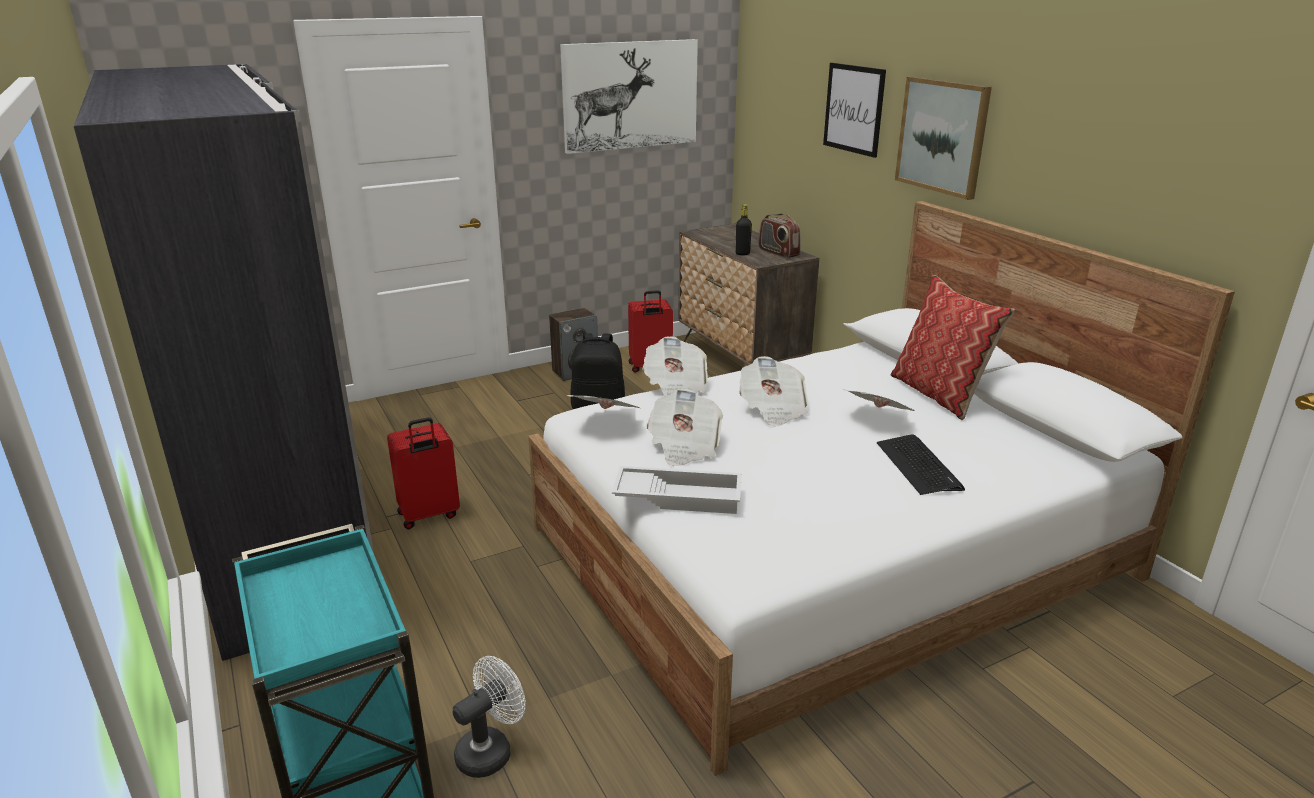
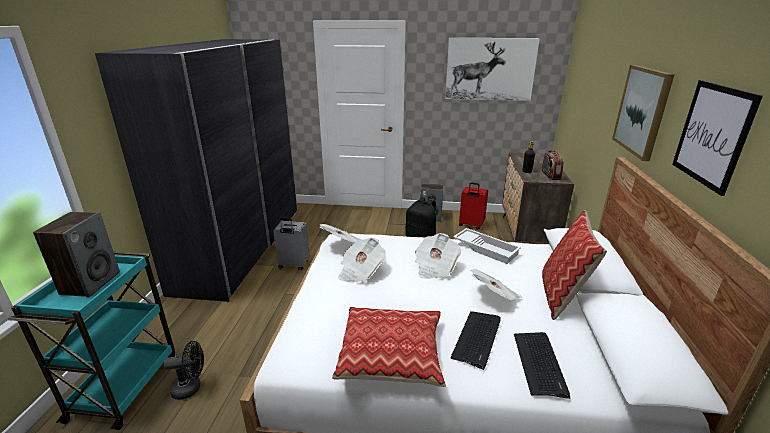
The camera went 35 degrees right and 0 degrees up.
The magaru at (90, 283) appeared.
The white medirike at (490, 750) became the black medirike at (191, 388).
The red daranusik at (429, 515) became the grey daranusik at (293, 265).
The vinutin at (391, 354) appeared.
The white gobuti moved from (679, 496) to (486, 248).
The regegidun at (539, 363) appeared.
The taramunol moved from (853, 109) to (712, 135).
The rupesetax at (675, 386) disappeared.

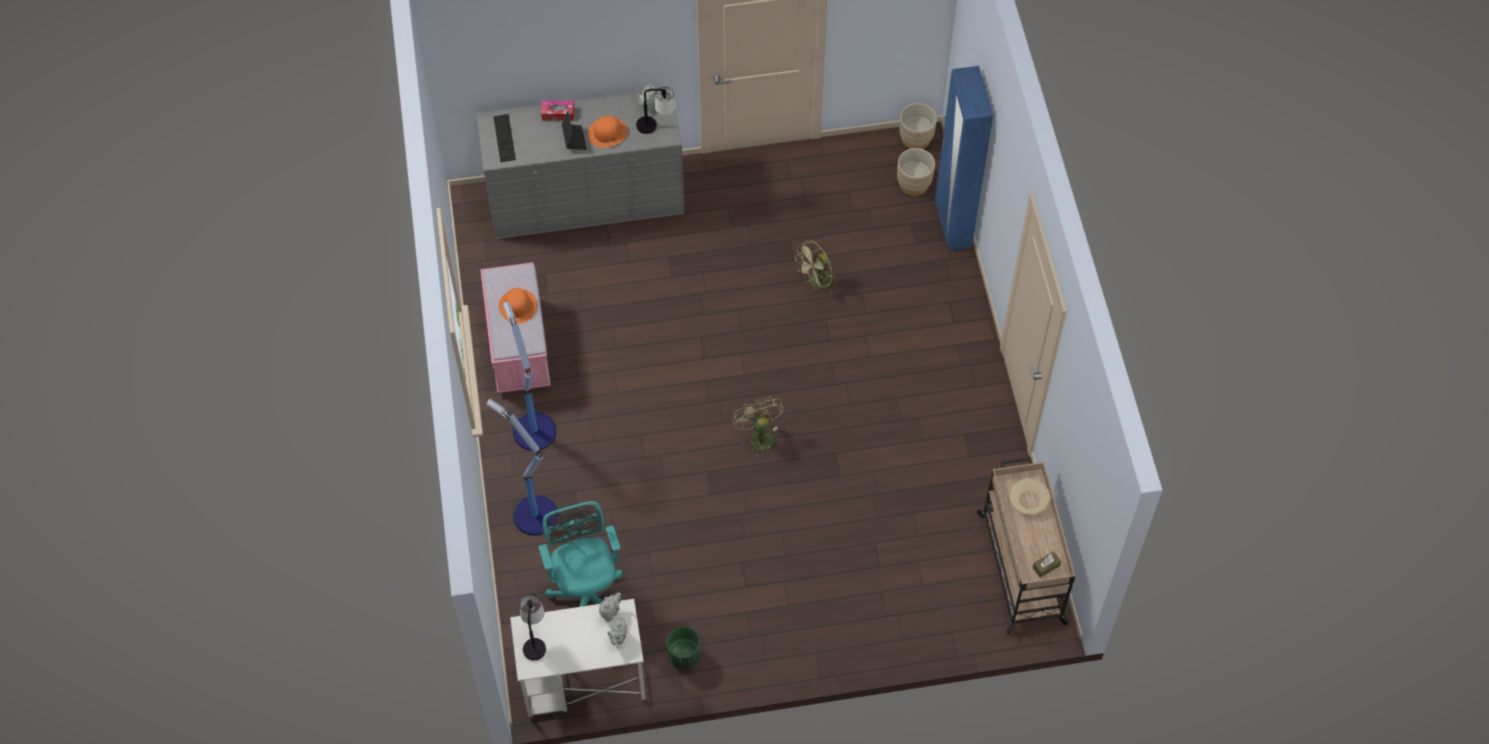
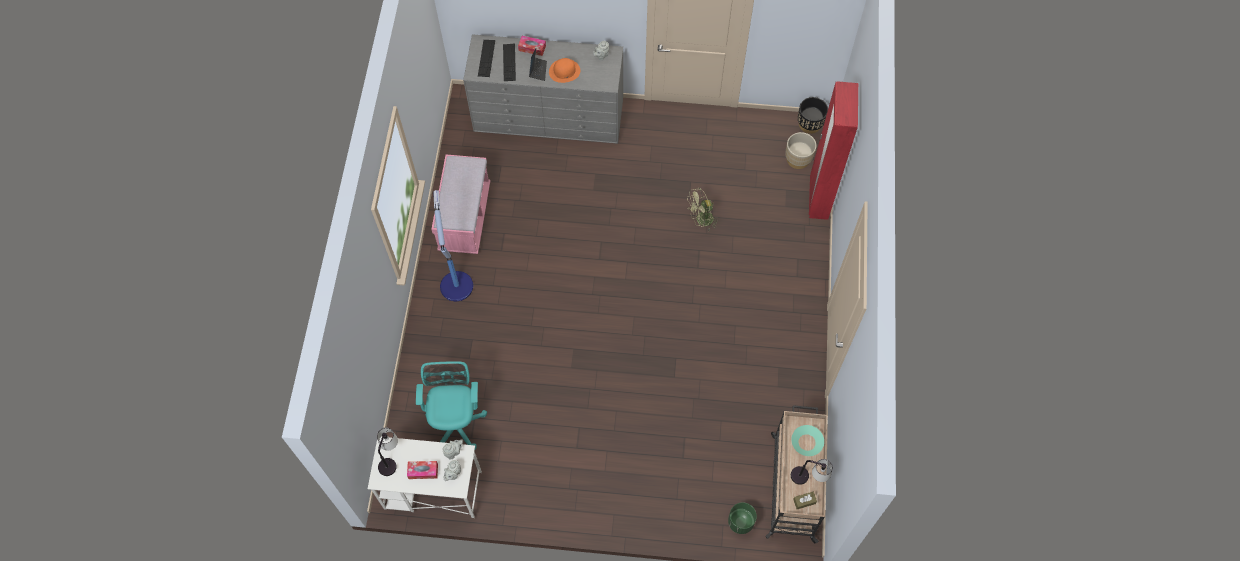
The camera went 15 degrees right and 5 degrees up.
The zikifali at (423, 471) appeared.
The regegidun at (509, 62) appeared.
The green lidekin moved from (683, 655) to (740, 522).
The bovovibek moved from (656, 126) to (808, 478).
The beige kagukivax at (1029, 499) became the turquoise kagukivax at (807, 442).
The beige lidekin at (916, 138) became the black lidekin at (810, 124).
The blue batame at (952, 225) became the red batame at (818, 198).
The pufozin at (533, 514) disappeared.
The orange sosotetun at (518, 306) disappeared.
The green medirike at (758, 436) disappeared.

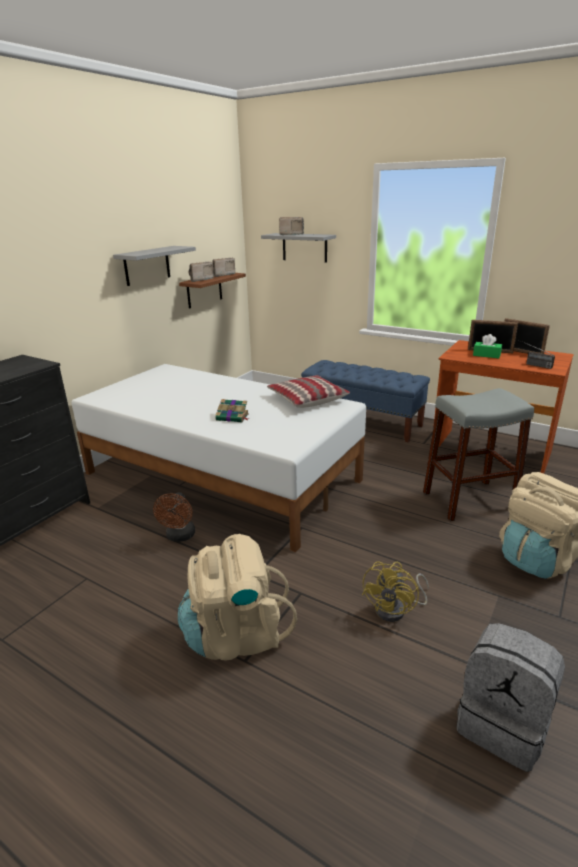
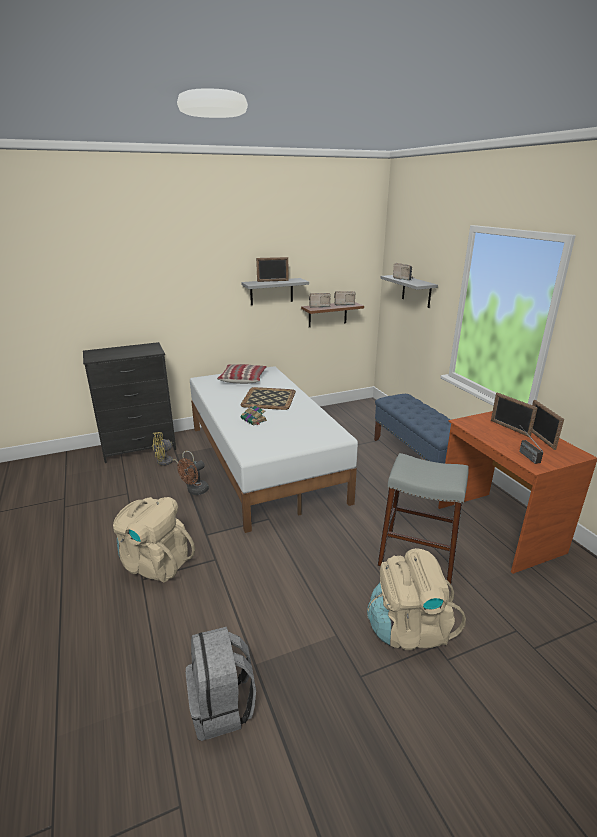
The camera went 35 degrees right and 0 degrees up.
The yellow medirike moved from (396, 609) to (168, 462).
The vinutin moved from (307, 399) to (243, 379).
The gobuti at (269, 399) appeared.
The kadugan at (272, 281) appeared.
The green zikifali at (486, 355) disappeared.

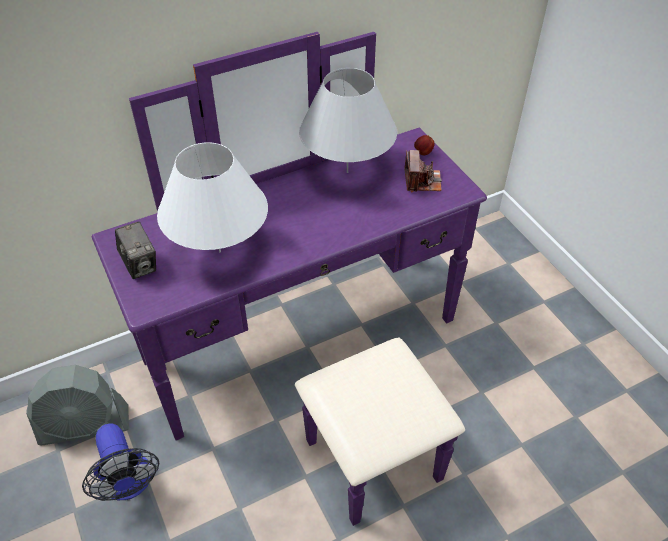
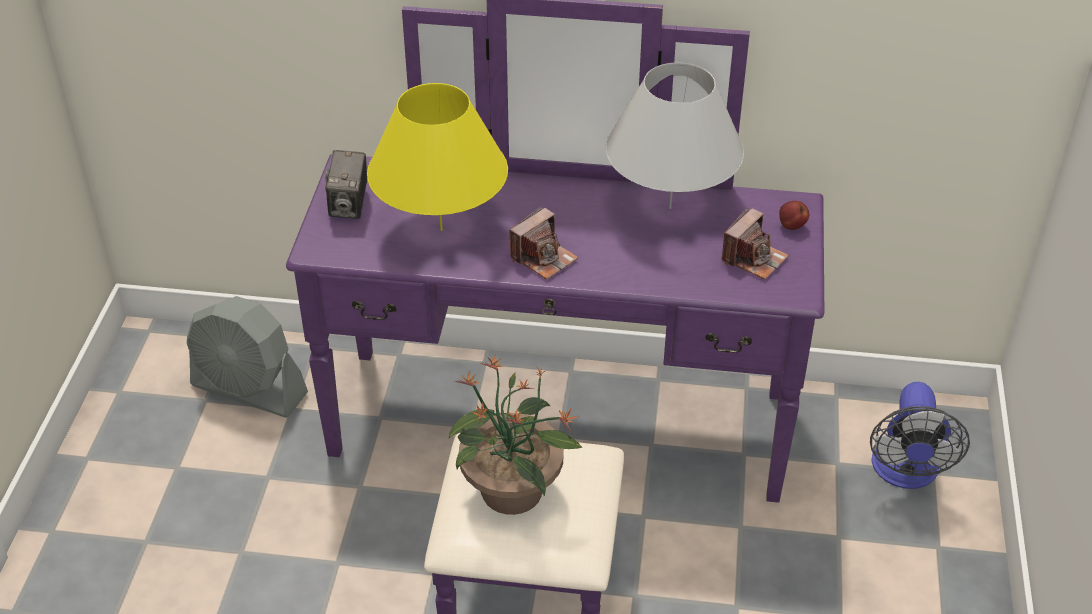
The camera went 35 degrees right and 5 degrees down.
The white bovovibek at (220, 252) became the yellow bovovibek at (441, 230).
The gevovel at (512, 492) appeared.
The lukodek at (543, 258) appeared.
The medirike moved from (129, 484) to (905, 473).

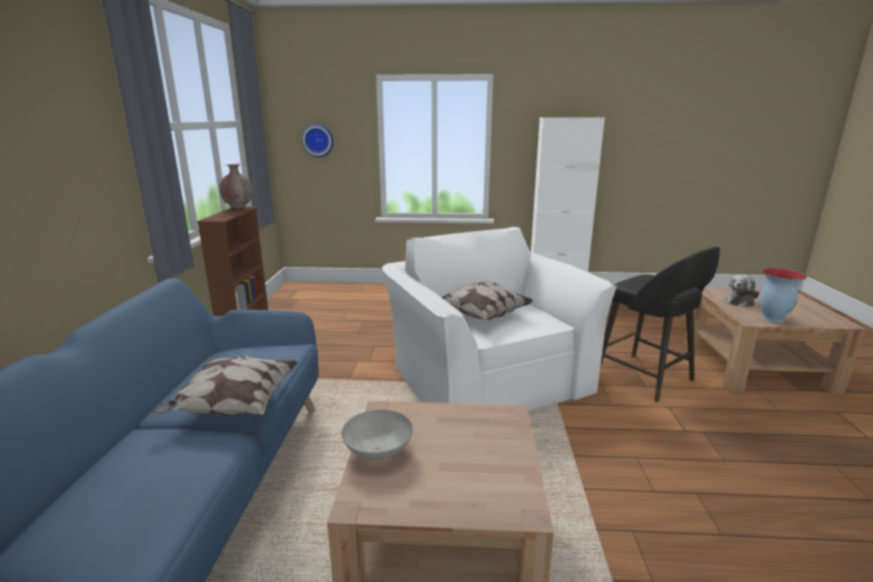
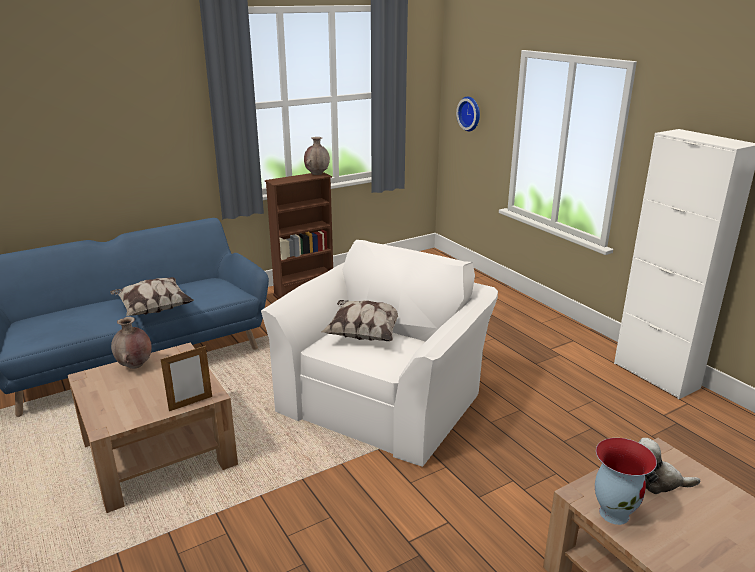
The camera went 55 degrees right and 5 degrees up.
The grey kagukivax at (379, 452) was replaced by the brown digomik at (135, 366).
The kadugan at (190, 403) appeared.
The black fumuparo at (646, 378) disappeared.

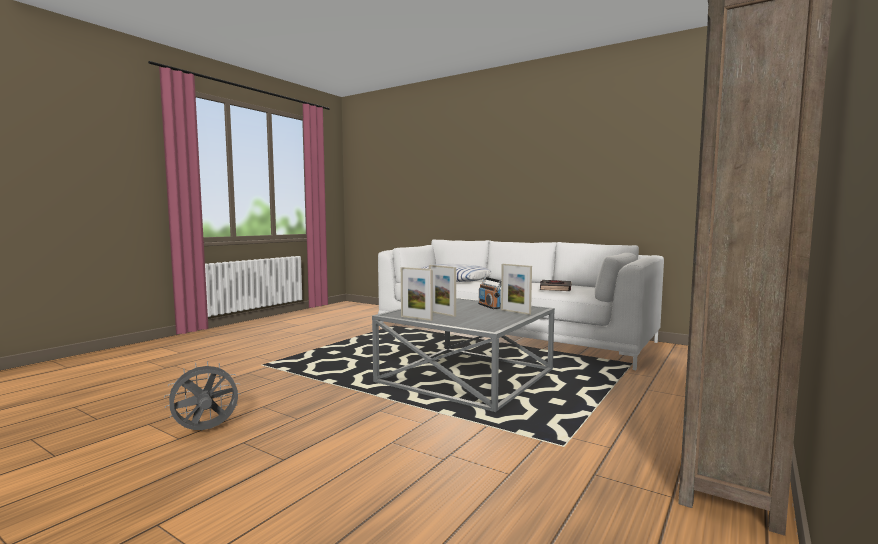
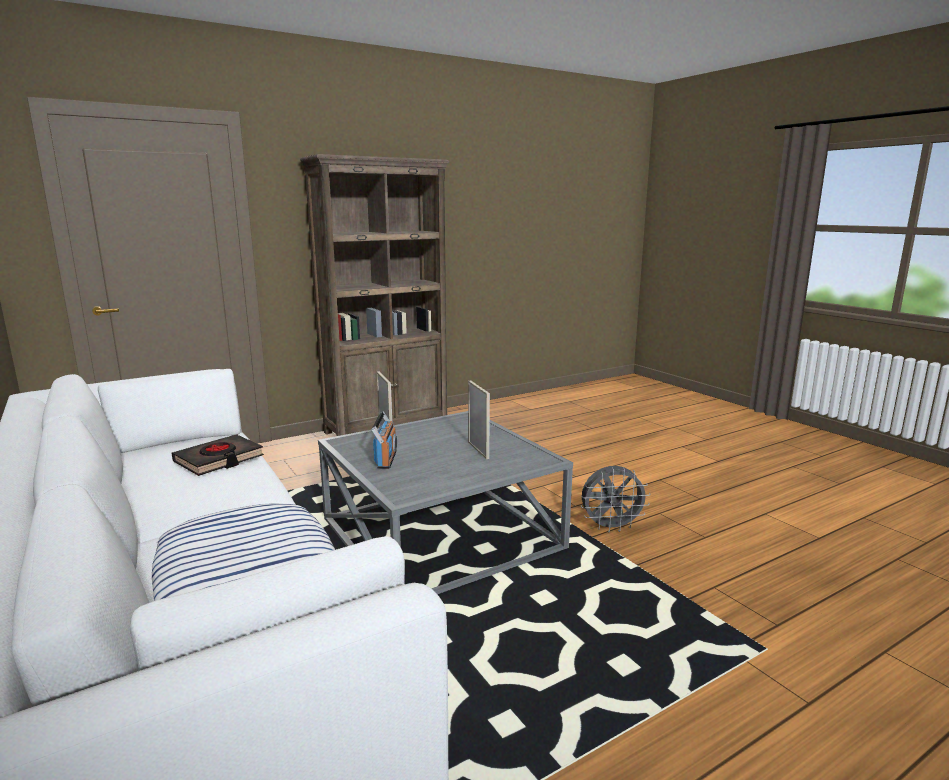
The camera went 155 degrees left and 10 degrees up.
The grey medirike moved from (205, 431) to (611, 527).
The kadugan at (416, 318) disappeared.

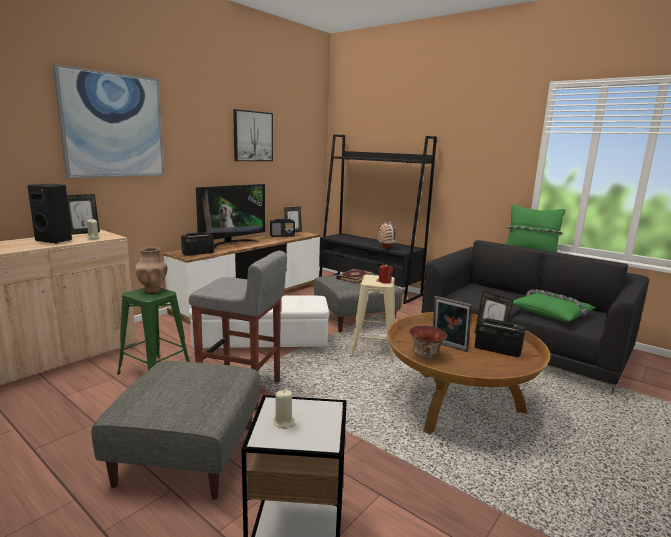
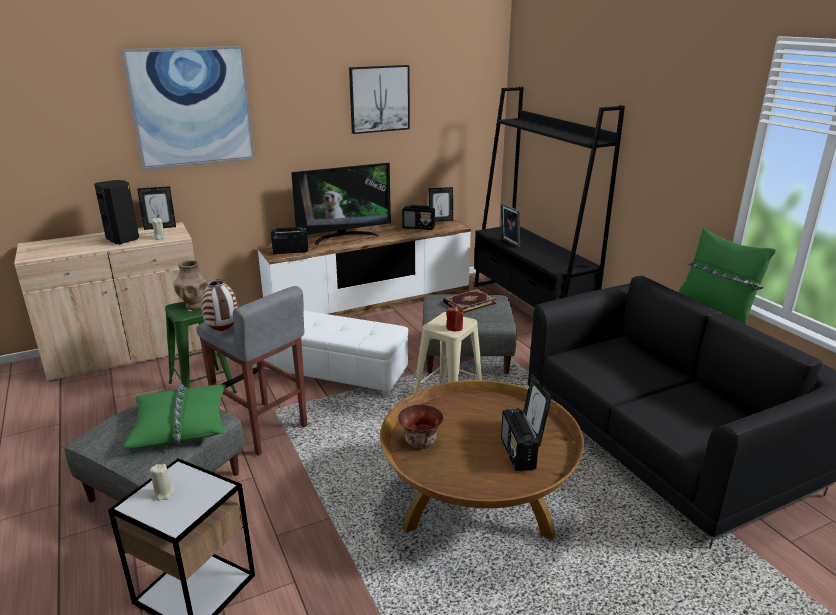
The camera went 25 degrees right and 10 degrees up.
The green vinutin moved from (551, 313) to (180, 425).
The digomik moved from (386, 248) to (223, 331).
The kadugan moved from (448, 346) to (509, 243).
The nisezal at (497, 350) turned 150 degrees counterclockwise.

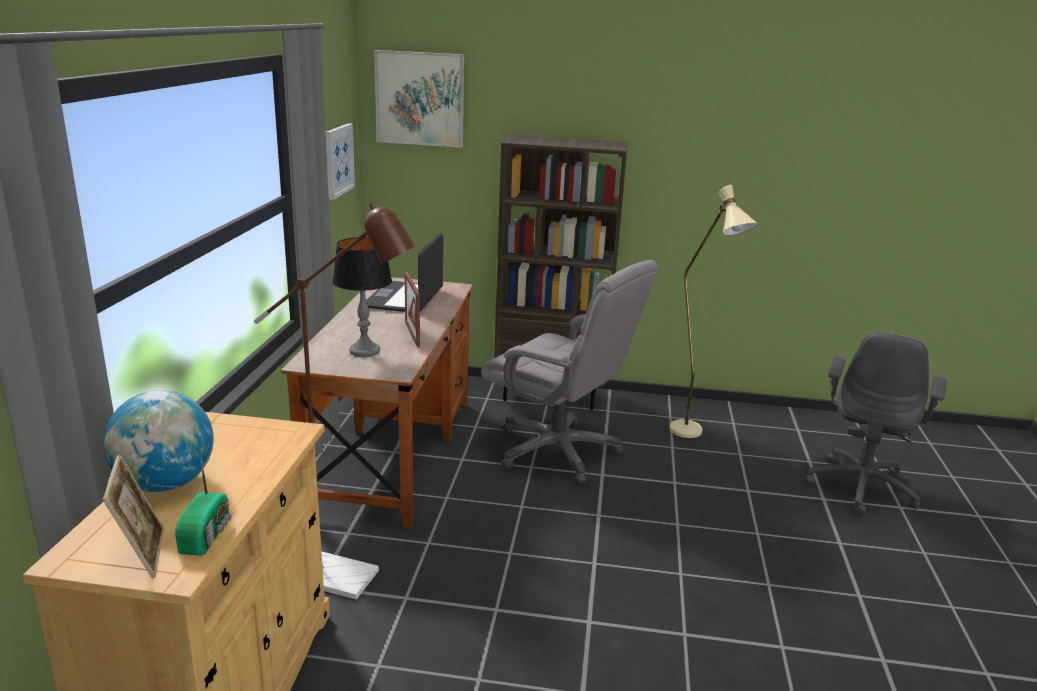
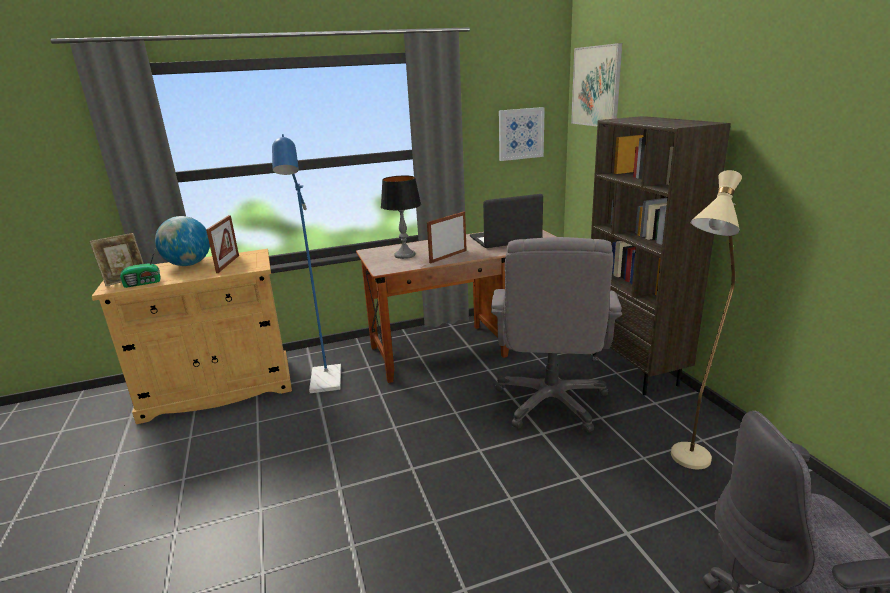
The camera went 65 degrees right and 0 degrees up.
The kadugan at (228, 264) appeared.
The brown pufozin at (349, 579) became the blue pufozin at (326, 384).

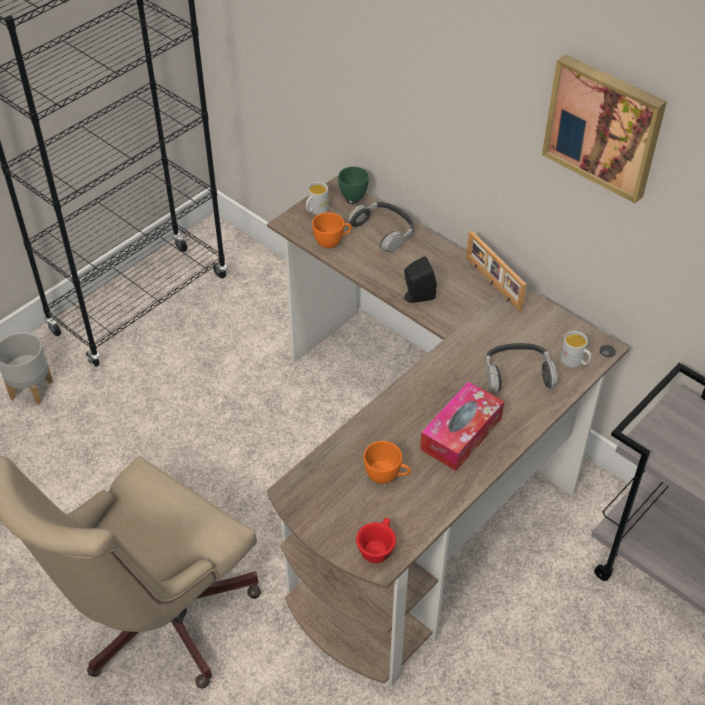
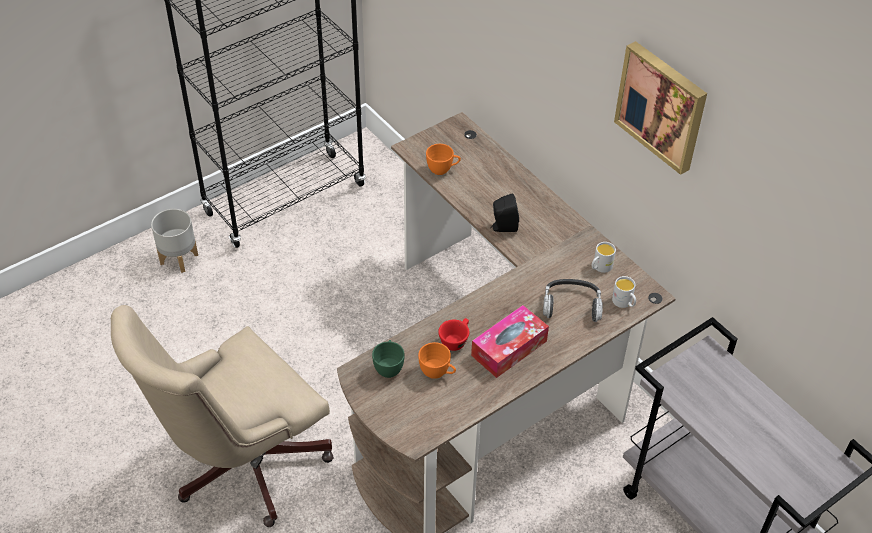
The camera went 10 degrees right and 0 degrees up.
The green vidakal moved from (352, 193) to (389, 367).
The red vidakal moved from (377, 547) to (455, 340).
The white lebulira moved from (315, 210) to (600, 267).
The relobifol at (384, 231) disappeared.
The kadugan at (492, 284) disappeared.

